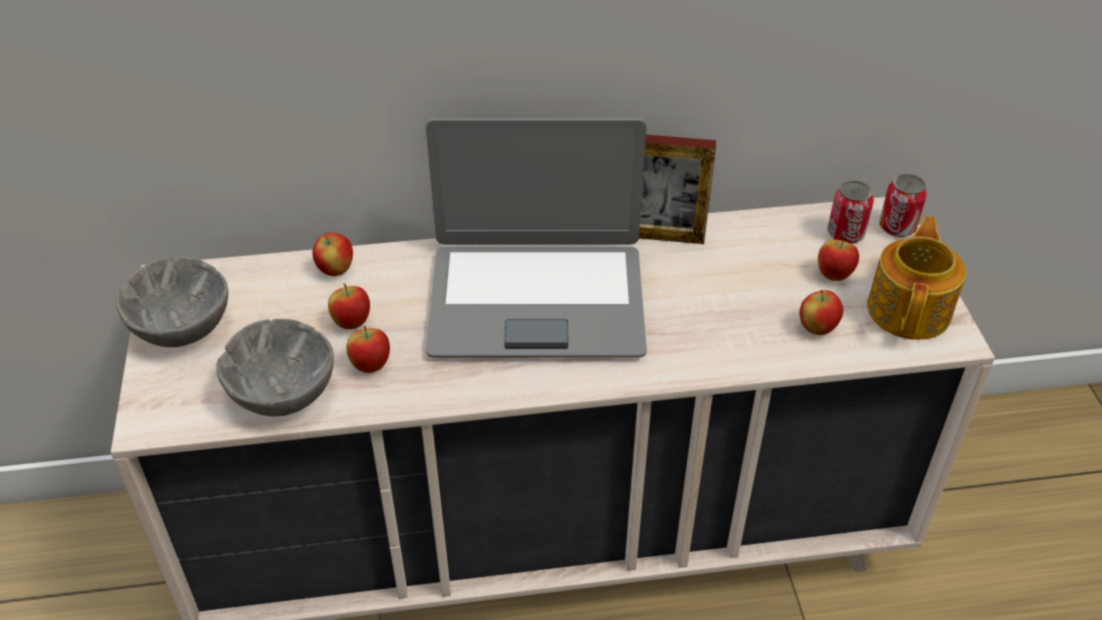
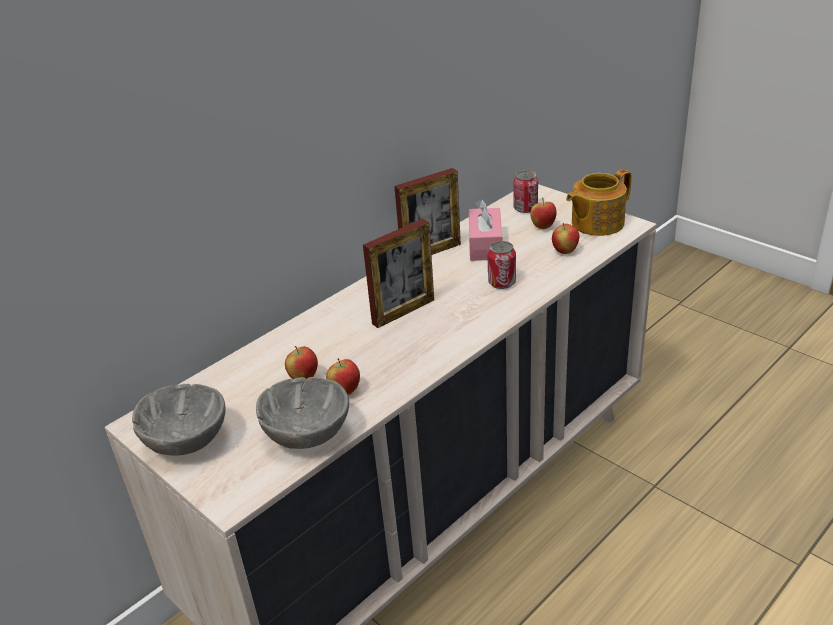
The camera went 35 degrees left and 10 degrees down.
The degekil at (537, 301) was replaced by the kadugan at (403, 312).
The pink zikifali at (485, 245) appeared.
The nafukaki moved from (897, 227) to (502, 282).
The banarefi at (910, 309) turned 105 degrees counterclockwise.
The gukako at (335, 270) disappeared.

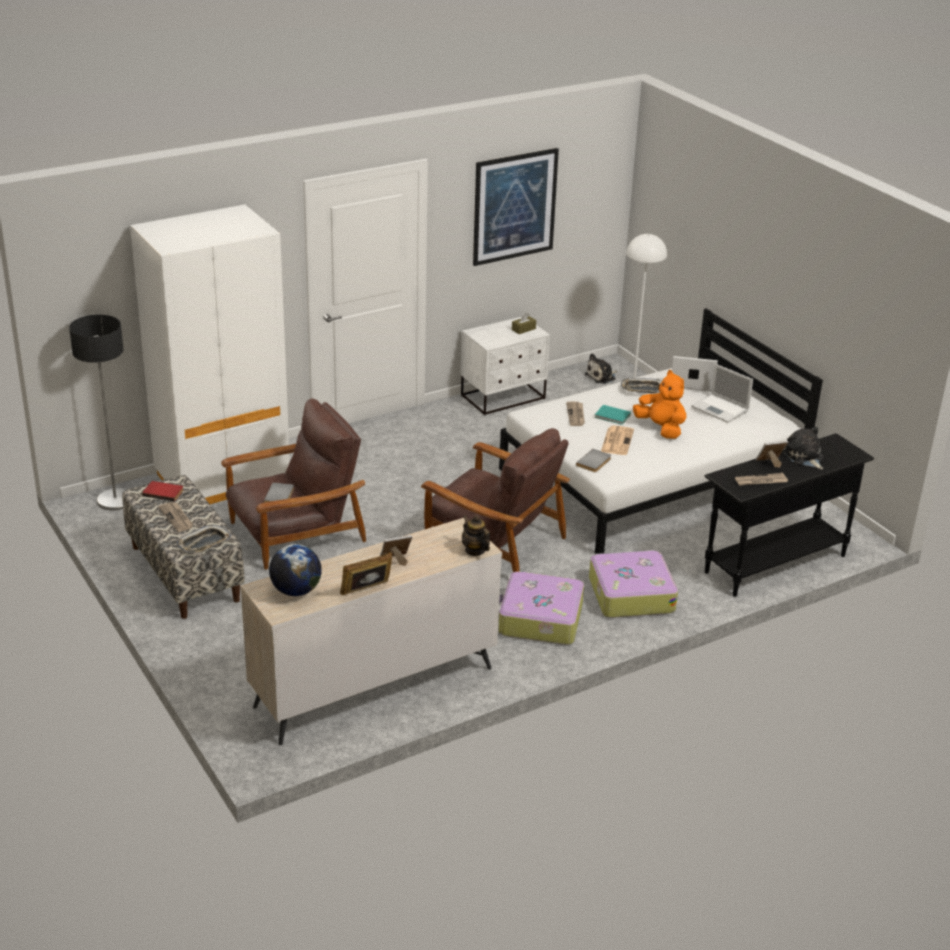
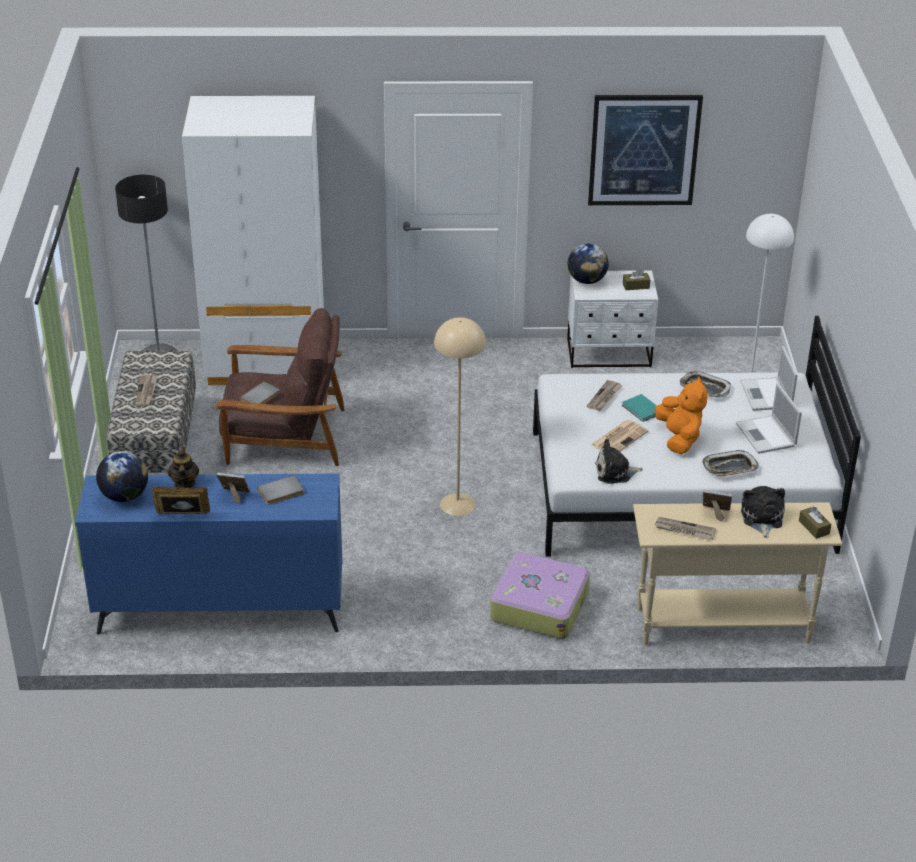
The camera went 30 degrees right and 5 degrees up.
The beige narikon at (373, 687) became the blue narikon at (219, 610).
The banarefi moved from (475, 550) to (184, 484).
The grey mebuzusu moved from (594, 462) to (281, 492).
The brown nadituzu at (493, 541) was replaced by the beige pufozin at (457, 504).
The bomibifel at (587, 280) appeared.
The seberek moved from (602, 377) to (615, 472).
The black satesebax at (774, 564) became the beige satesebax at (722, 625).
The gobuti moved from (204, 543) to (729, 468).
The degekil at (691, 382) turned 135 degrees counterclockwise.
The brown zikifali at (814, 527) appeared.
The red mebuzusu at (163, 492) disappeared.
The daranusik at (539, 619) disappeared.

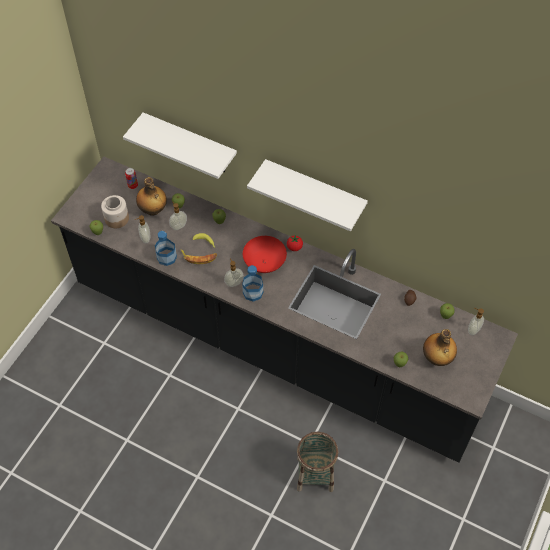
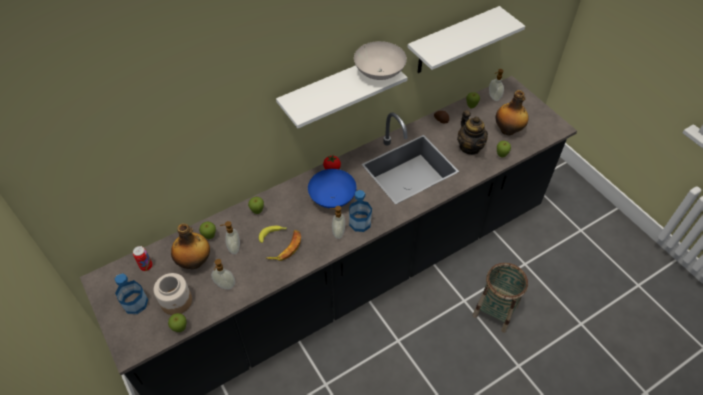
The camera went 60 degrees left and 5 degrees down.
The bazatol moved from (166, 257) to (135, 303).
The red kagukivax at (265, 263) became the blue kagukivax at (333, 198).
The white kagukivax at (379, 72) appeared.
The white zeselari moved from (190, 144) to (452, 41).
The banarefi at (470, 147) appeared.

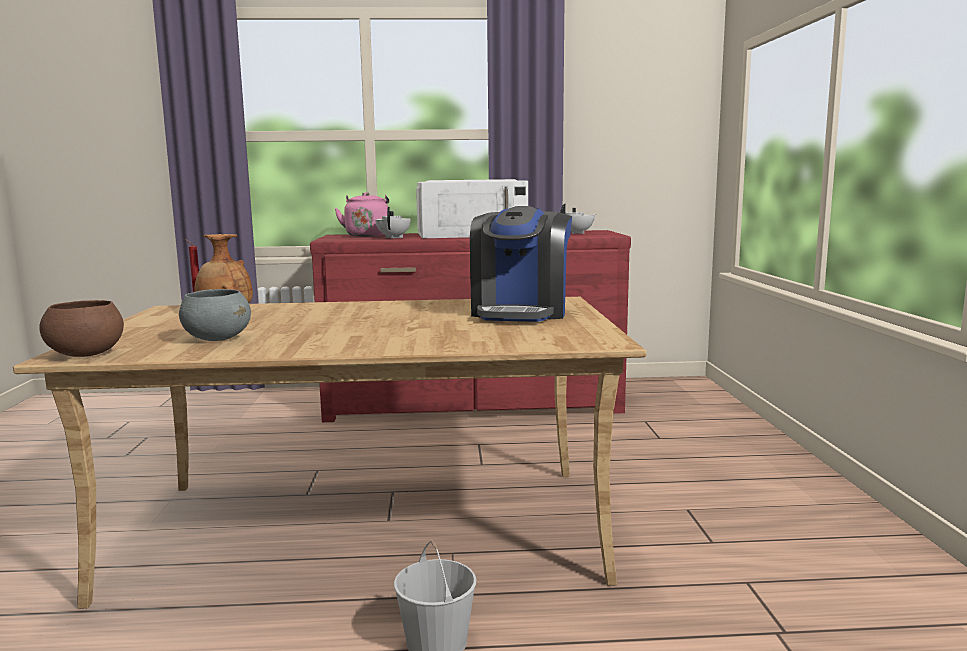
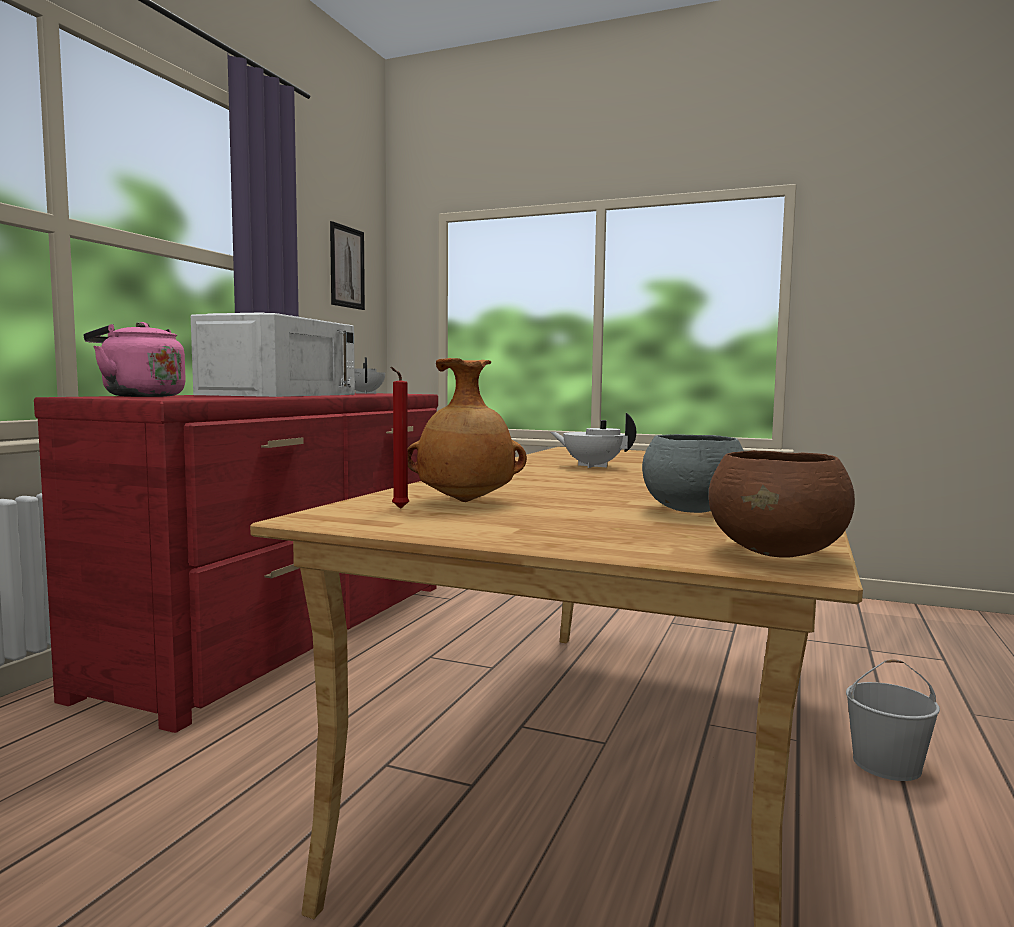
The camera went 65 degrees left and 5 degrees down.
The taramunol at (347, 267) appeared.
The white banarefi moved from (394, 237) to (592, 466).
The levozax at (520, 313) disappeared.

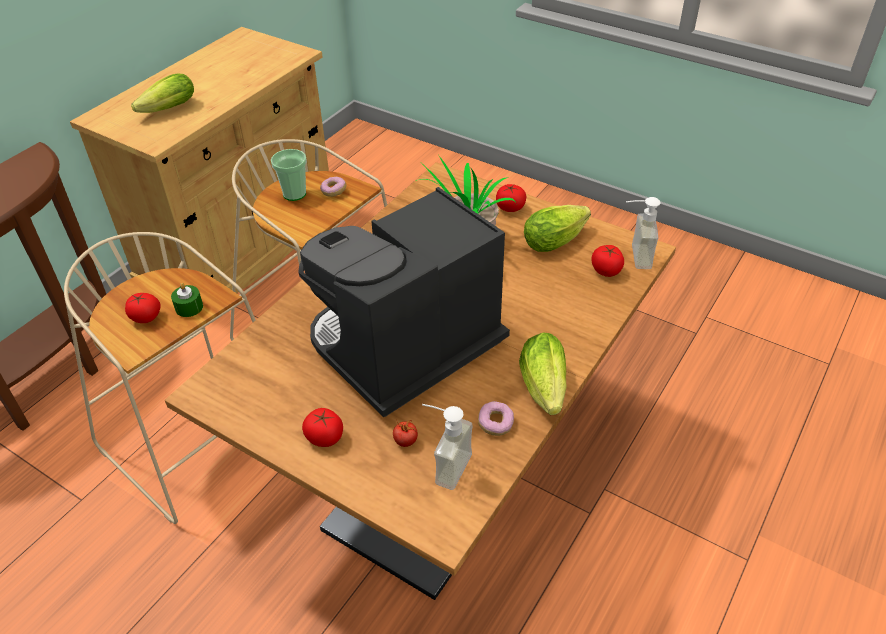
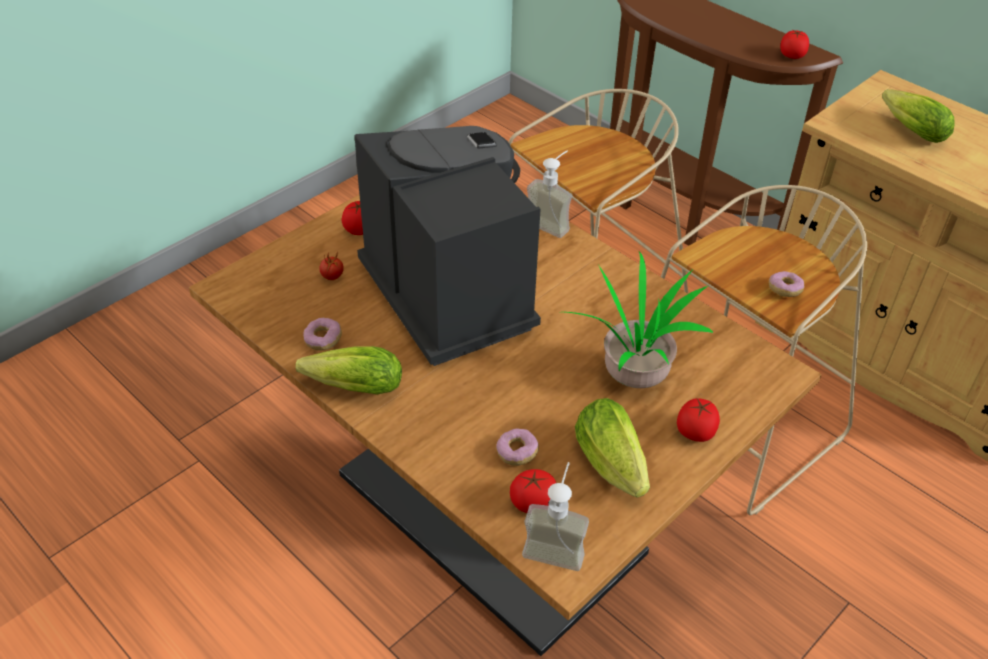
The camera went 100 degrees right and 0 degrees up.
The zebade at (517, 453) appeared.
The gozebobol moved from (444, 465) to (552, 222).
The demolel moved from (146, 317) to (791, 55).
The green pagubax at (189, 307) disappeared.
The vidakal at (294, 194) disappeared.

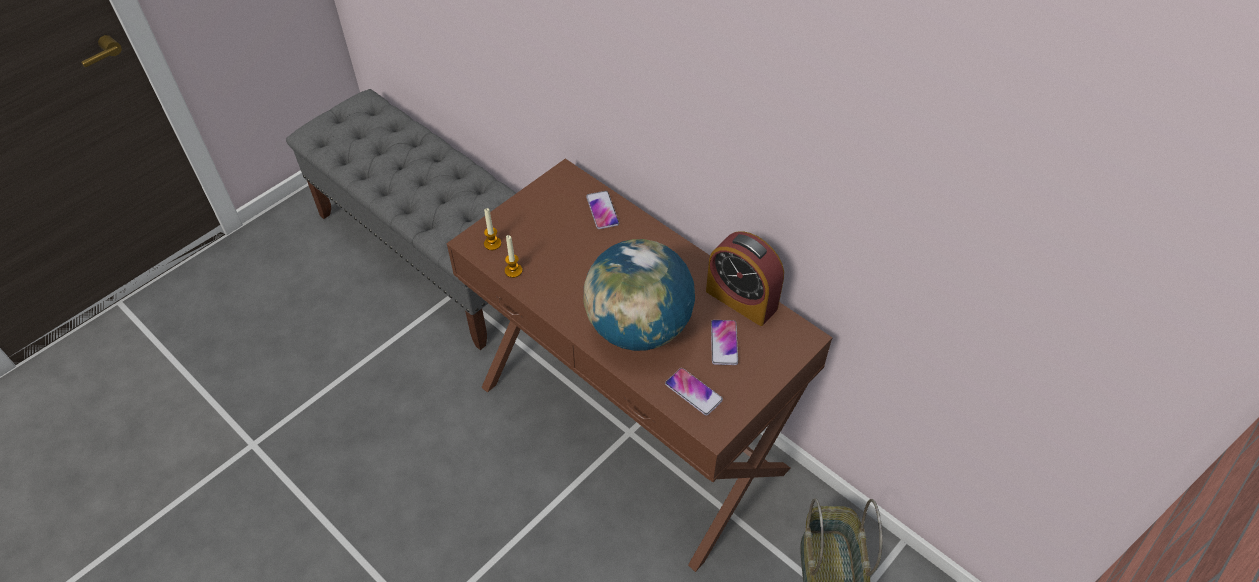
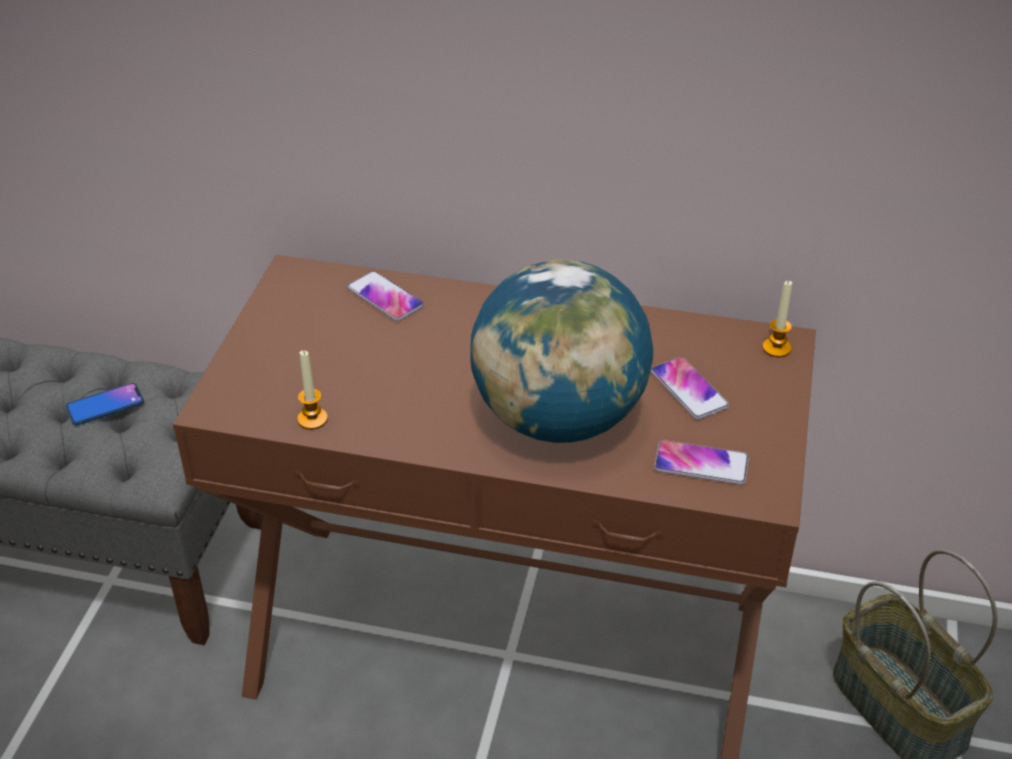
The camera went 30 degrees left and 10 degrees down.
The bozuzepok at (105, 405) appeared.
The pagubax moved from (492, 244) to (776, 348).
The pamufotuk at (741, 299) disappeared.

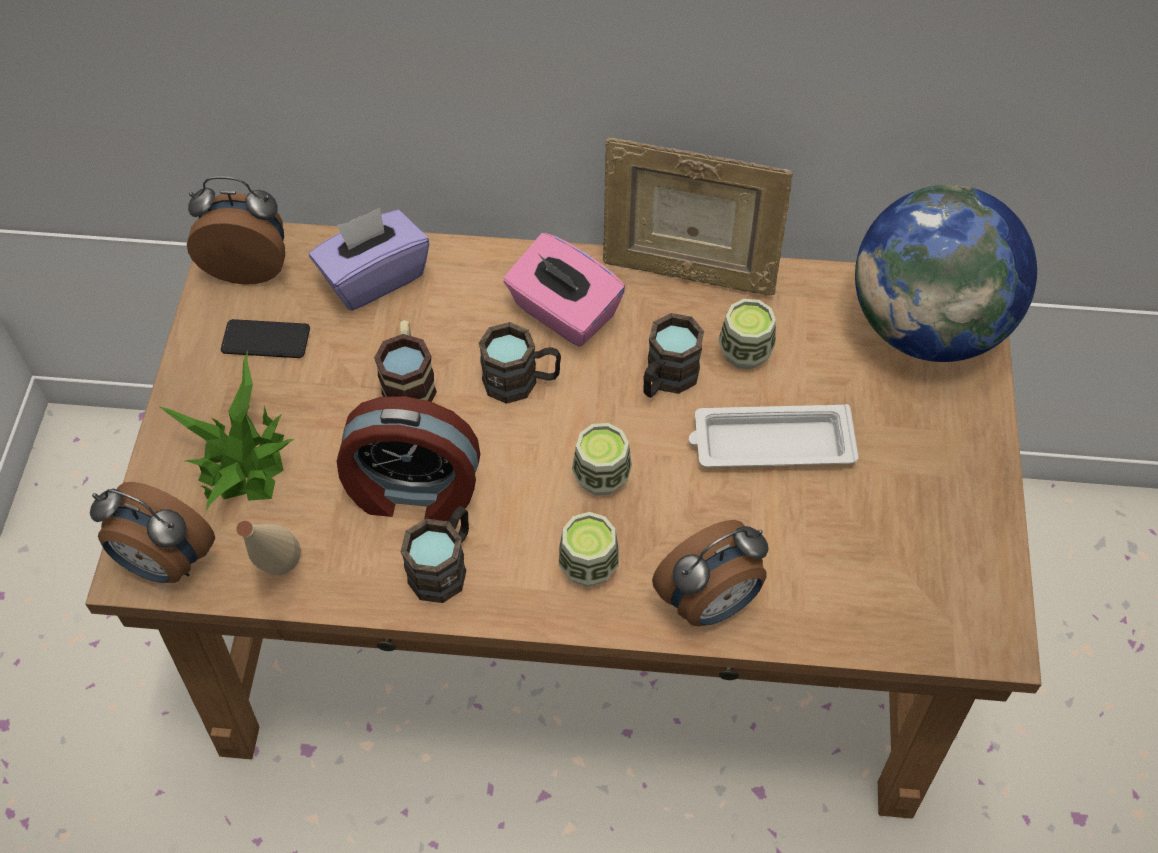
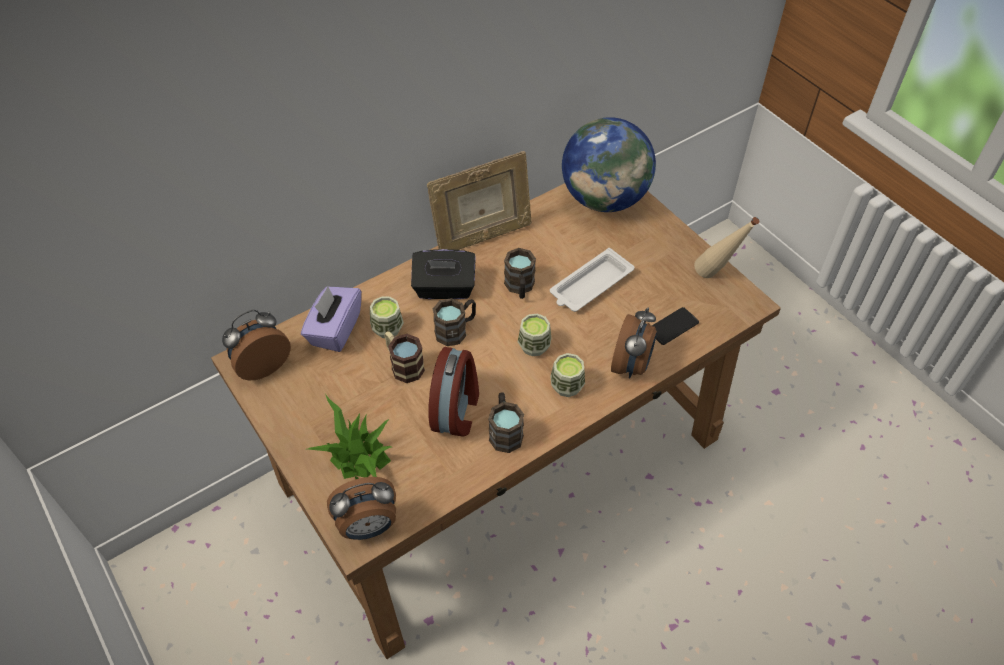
The camera went 40 degrees left and 5 degrees down.
The vidakal moved from (745, 352) to (387, 328).
The pink zikifali at (563, 313) became the black zikifali at (444, 288).
The pamufotuk at (413, 492) turned 45 degrees counterclockwise.
The bozuzepok moved from (266, 340) to (672, 326).
The beige bazatol moved from (280, 580) to (716, 277).

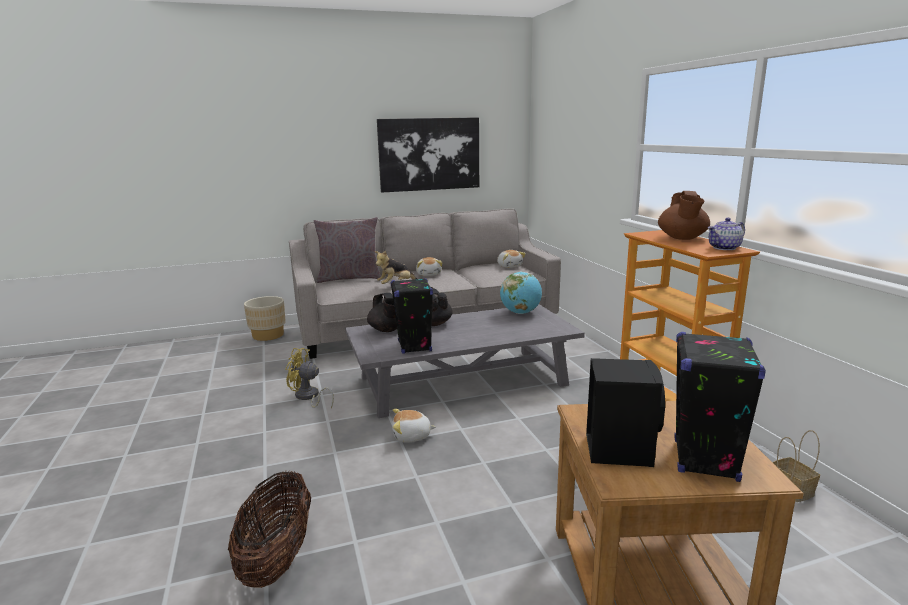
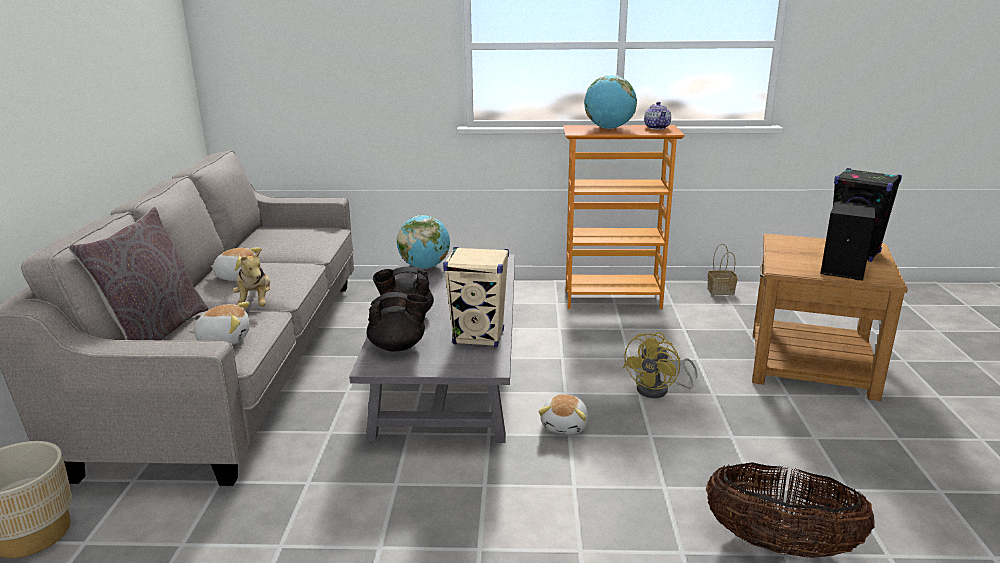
The camera went 70 degrees left and 5 degrees up.
The seberek moved from (509, 266) to (224, 339).
The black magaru at (414, 346) became the beige magaru at (479, 337).
The brown banarefi at (682, 238) was replaced by the bomibifel at (609, 128).
The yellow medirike moved from (308, 397) to (659, 390).
The taramunol at (429, 154) disappeared.

